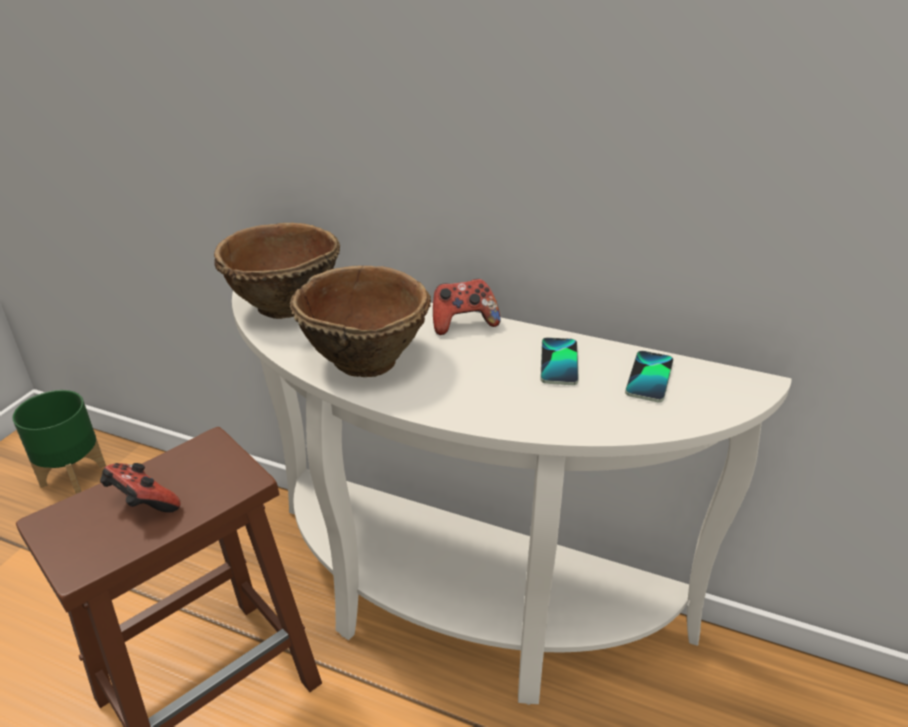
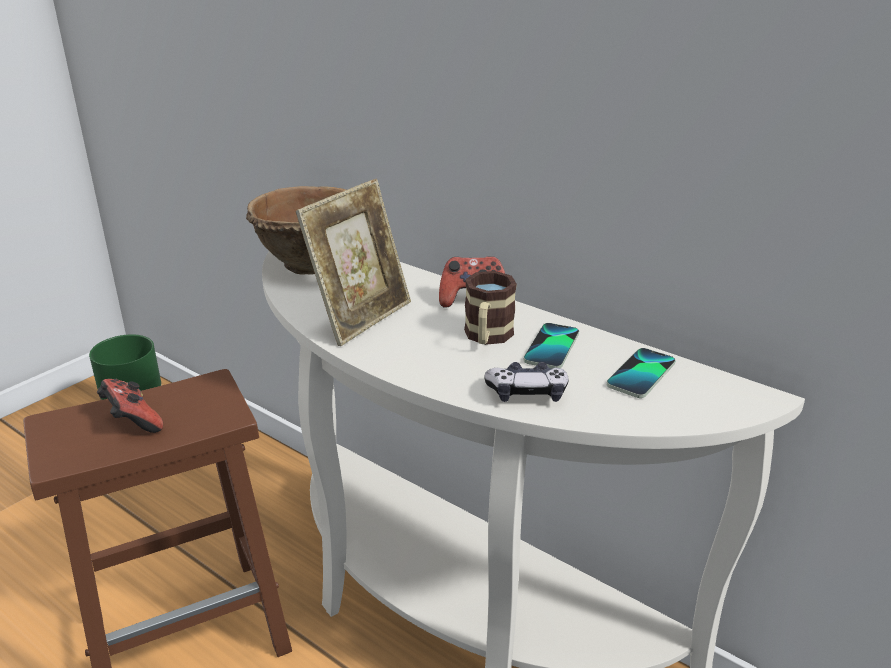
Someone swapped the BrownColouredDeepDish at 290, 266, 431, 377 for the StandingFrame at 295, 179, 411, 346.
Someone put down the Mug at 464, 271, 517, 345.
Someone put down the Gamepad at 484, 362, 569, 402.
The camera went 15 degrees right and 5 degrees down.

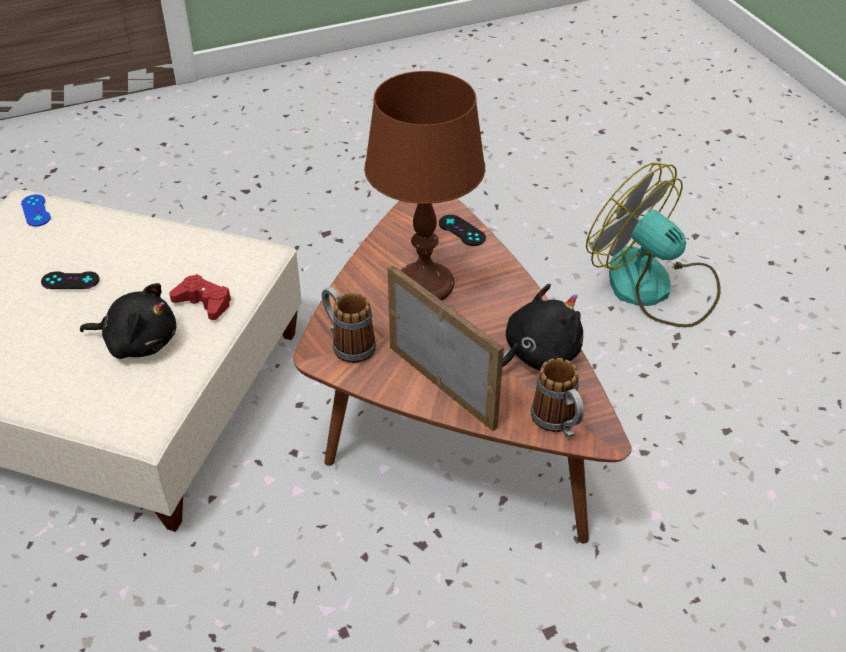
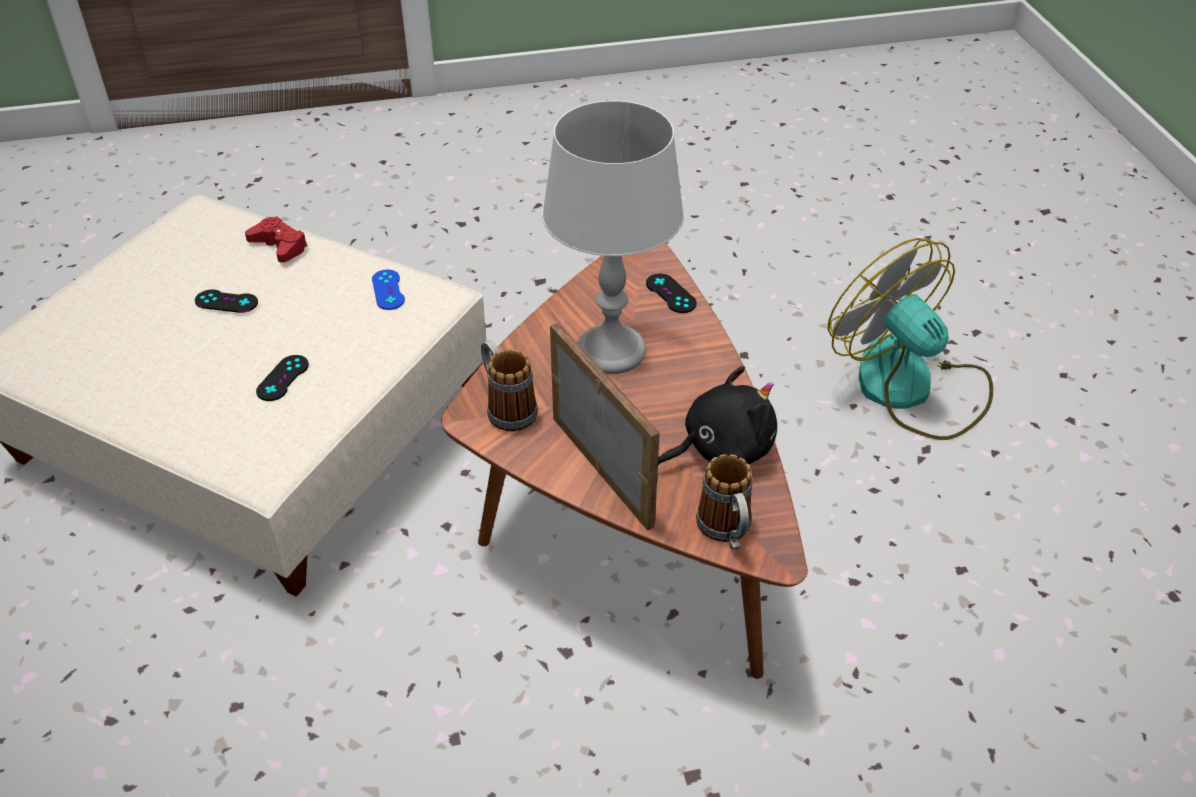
Someone repainted the BrownColouredLampForATable at 364, 71, 485, 301, which became the GreyishLampForATable at 542, 100, 684, 374.
Someone carried the BlueColouredGamepad from 21, 195, 51, 227 to 372, 269, 405, 310.
Someone carried the RedGamepad from 169, 274, 231, 320 to 245, 216, 308, 263.
Someone swapped the BlackColouredPlushToy at 80, 283, 176, 359 for the BlackColouredGamepad at 256, 355, 309, 401.
The camera went 10 degrees right and 0 degrees up.

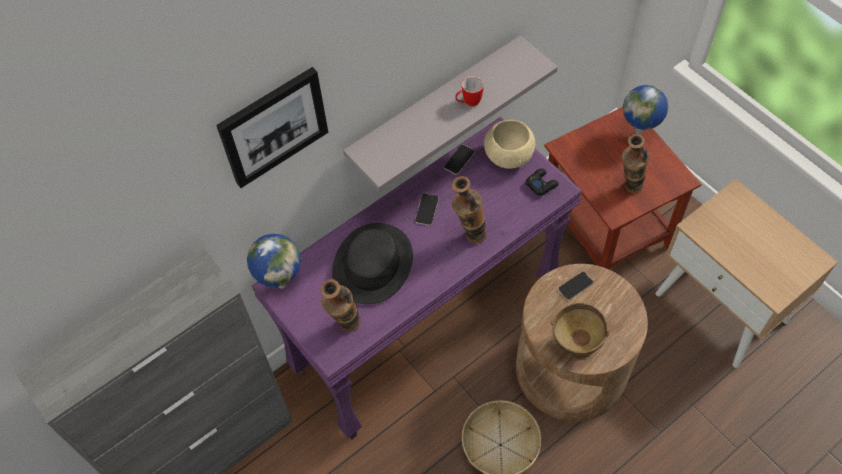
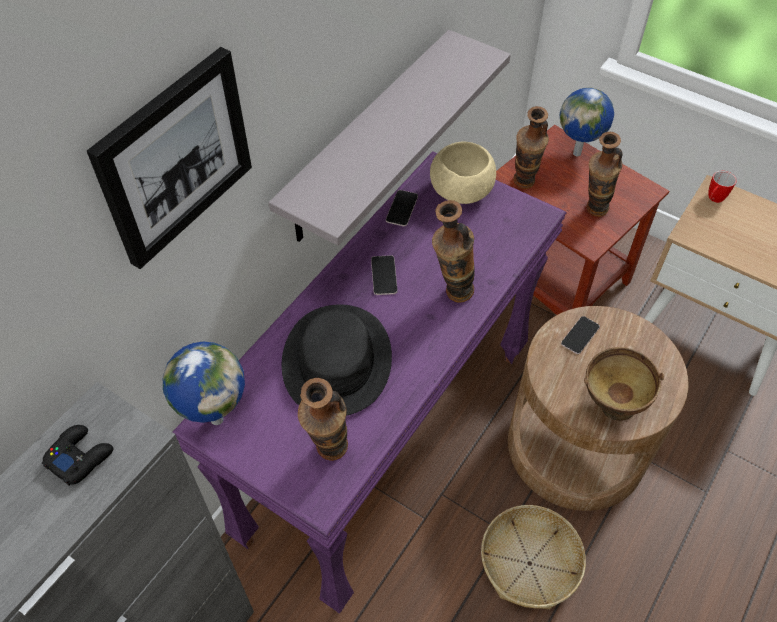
Someone carried the Mug from 455, 76, 484, 106 to 708, 171, 737, 203.
Someone carried the BlackColouredGamepad from 526, 168, 559, 196 to 42, 425, 113, 485.
Someone put down the DecorativeVase at 513, 106, 549, 189.
The camera went 20 degrees left and 5 degrees down.

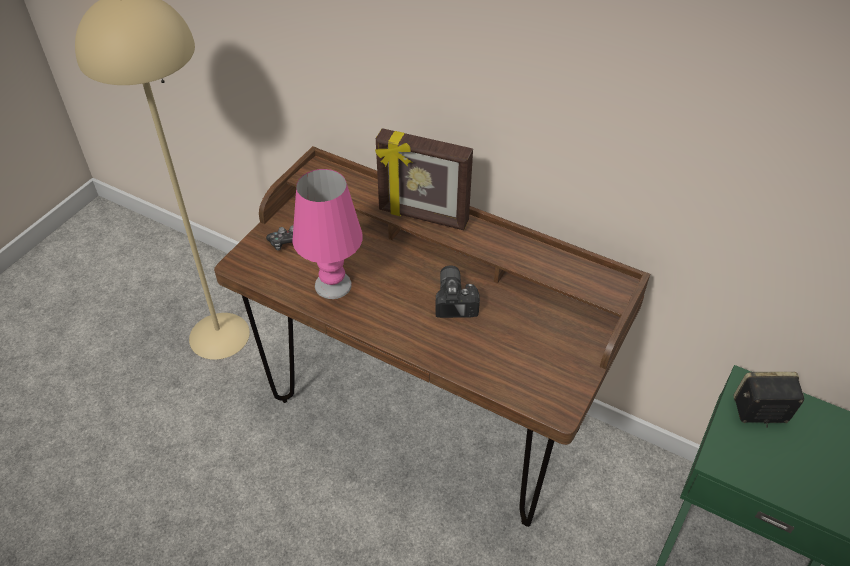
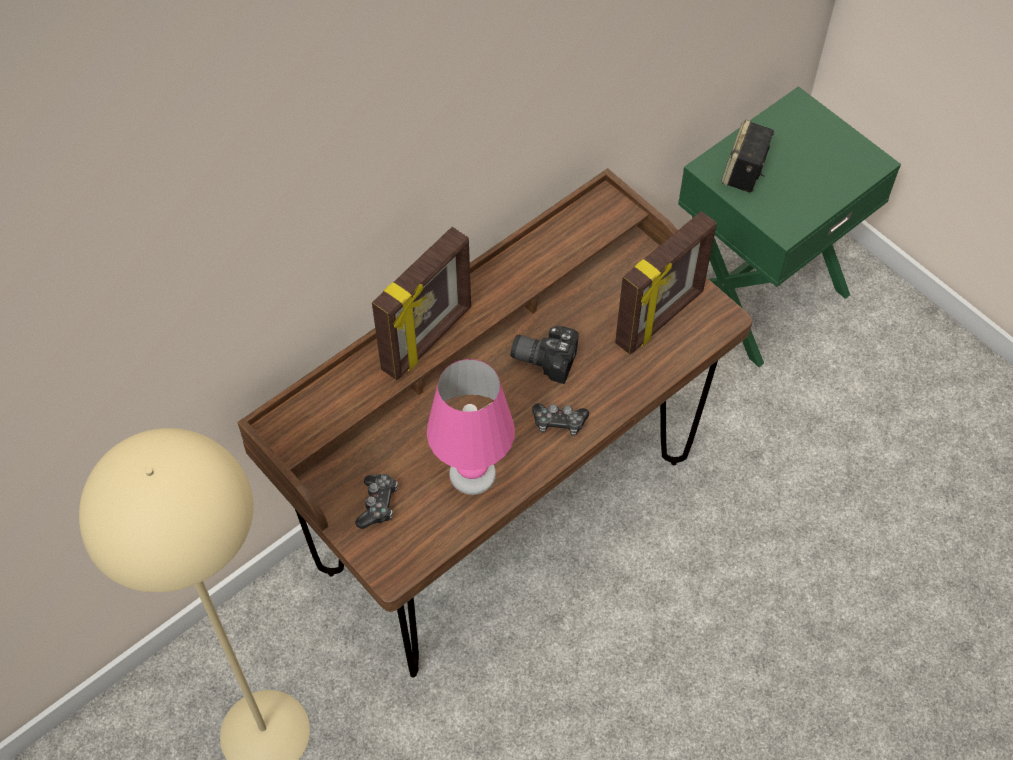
Someone put down the StandingFrame at 615, 211, 717, 354.
Someone put down the Gamepad at 532, 403, 589, 436.
The camera went 70 degrees left and 10 degrees up.

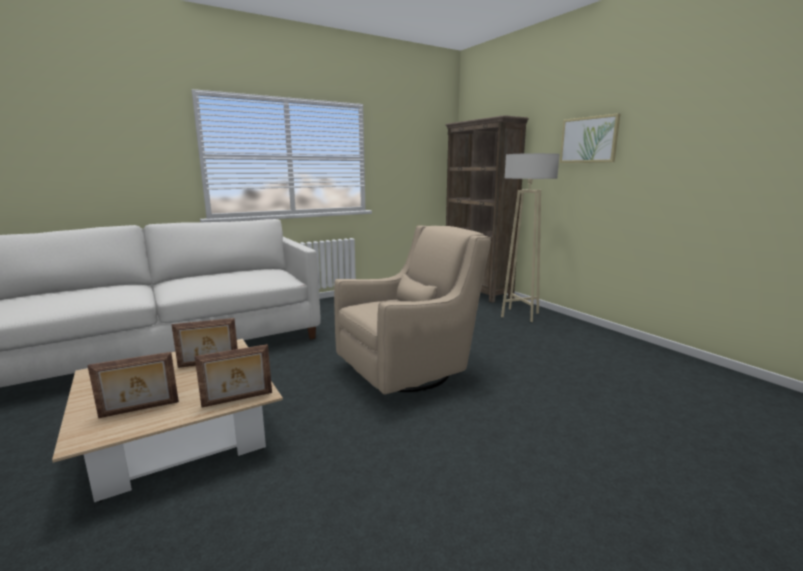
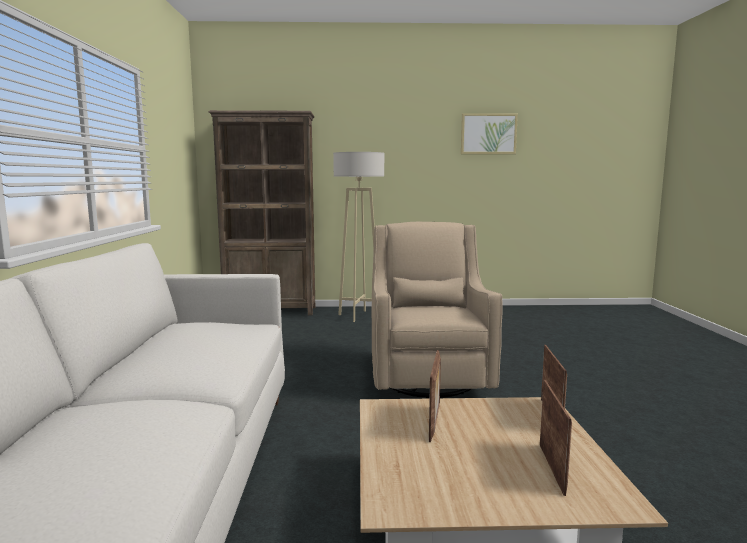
Someone carried the Picture from 560, 113, 621, 163 to 461, 113, 518, 154.
The camera went 60 degrees left and 5 degrees down.

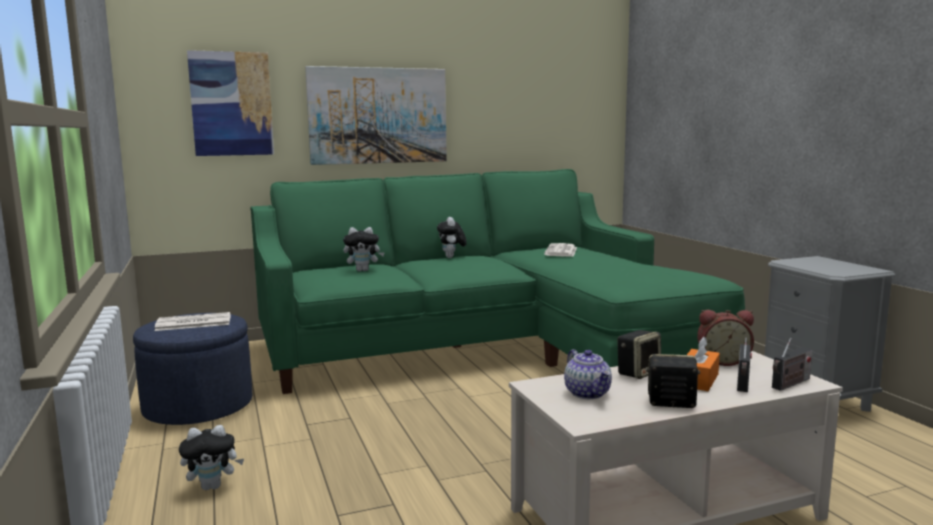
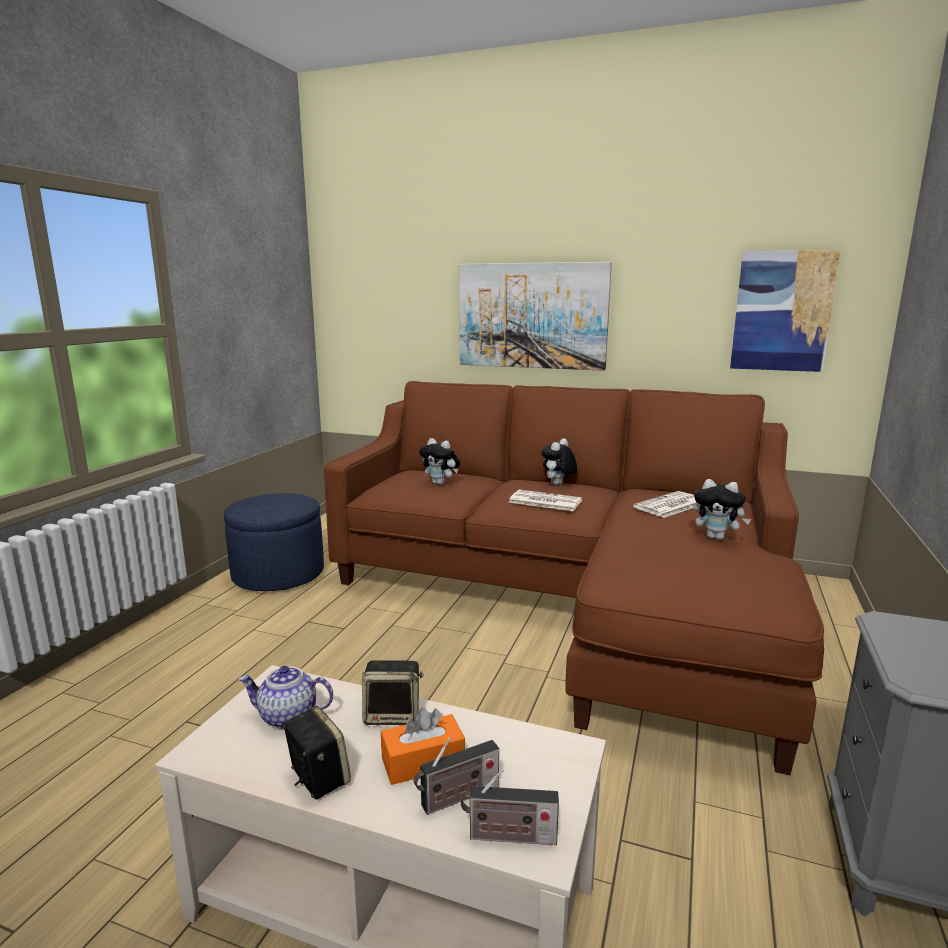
Someone carried the Picture from 187, 50, 274, 156 to 730, 250, 841, 372.
Someone repainted the GreenCouch at 250, 169, 745, 394, which became the BrownColouredCouch at 324, 381, 824, 775.
Someone took away the TableClock at 697, 310, 754, 366.
Someone carried the PrintedPaper from 155, 312, 231, 331 to 509, 489, 582, 511.
Someone rotated the PotForTea at 564, 349, 612, 399 by 75 degrees clockwise.
Someone carried the PlushToy from 179, 425, 244, 490 to 693, 479, 751, 540.
The camera went 40 degrees right and 5 degrees up.

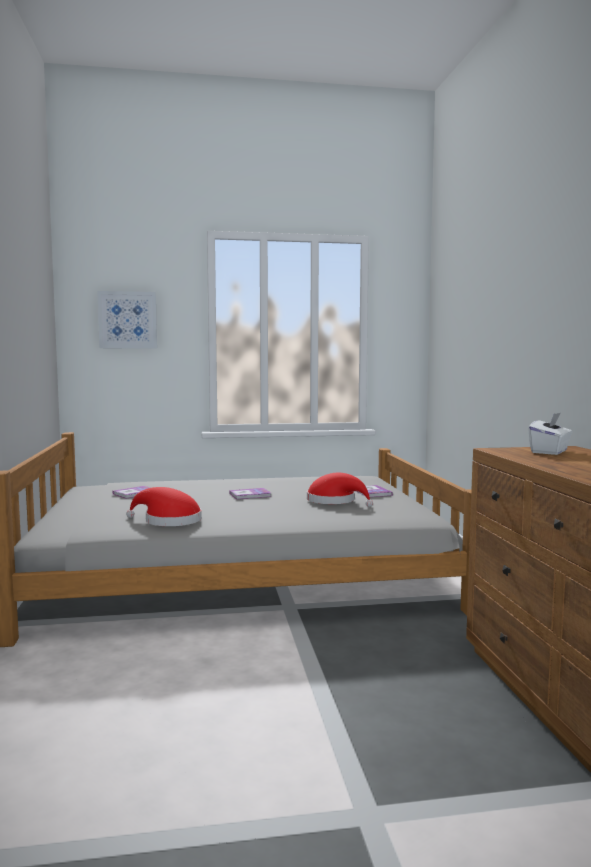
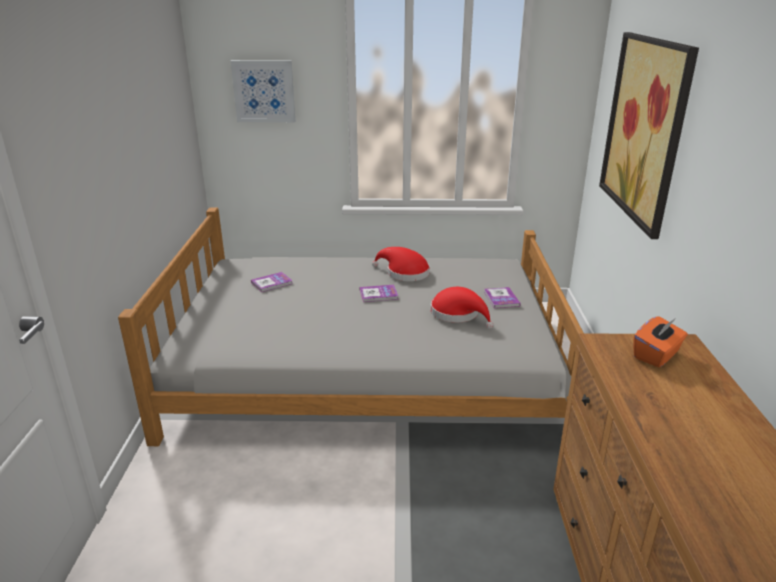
Someone repainted the WhitishTissueHolder at 528, 413, 572, 455, which became the OrangeTissueHolder at 633, 316, 688, 367.
Someone carried the RedHat from 126, 487, 202, 526 to 372, 247, 430, 281.
Someone put up the Picture at 599, 32, 699, 239.
The camera went 10 degrees right and 20 degrees up.

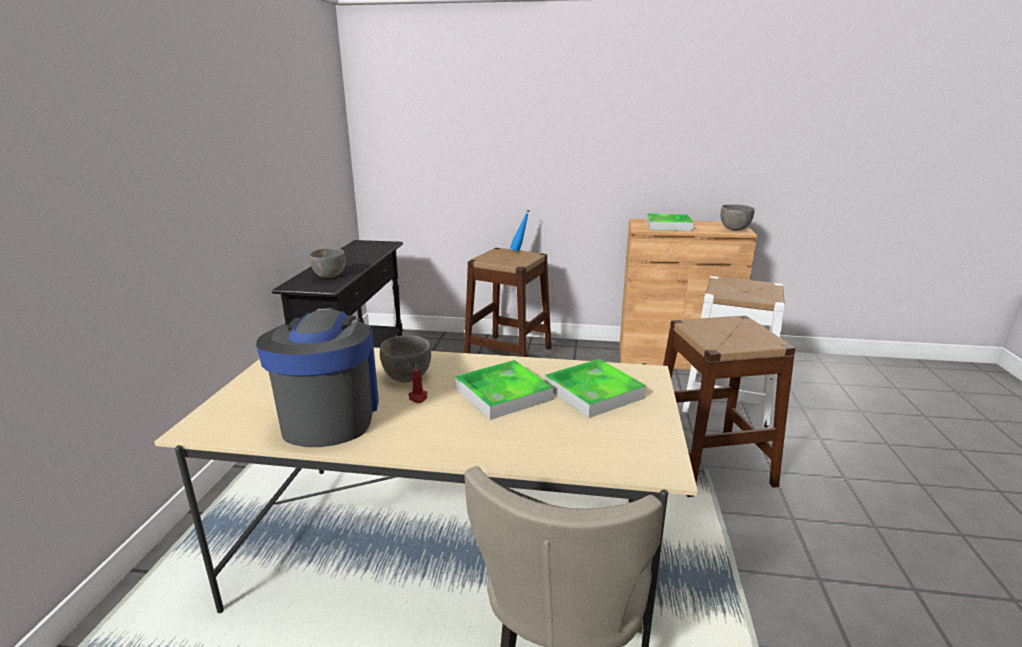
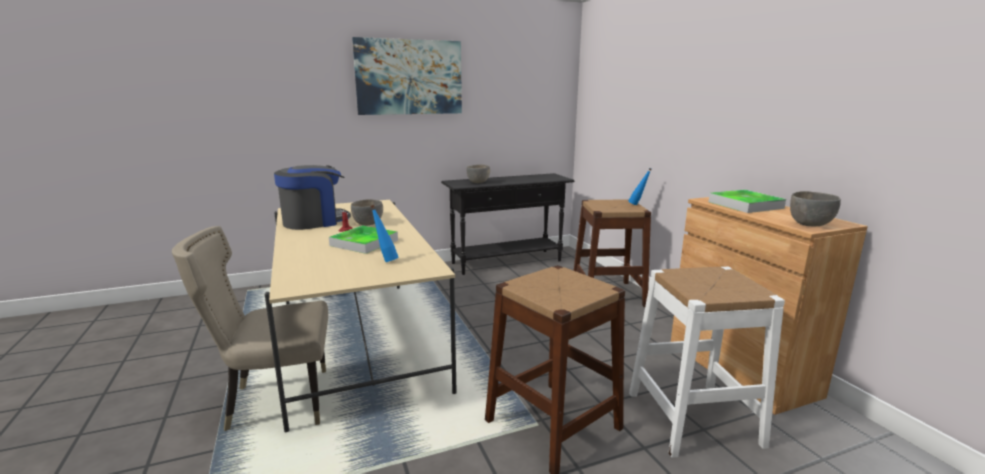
Someone swapped the CarryingTray at 545, 359, 646, 418 for the BlueColouredBottle at 370, 205, 399, 262.
Someone put up the Picture at 352, 37, 462, 115.
The camera went 60 degrees right and 5 degrees down.

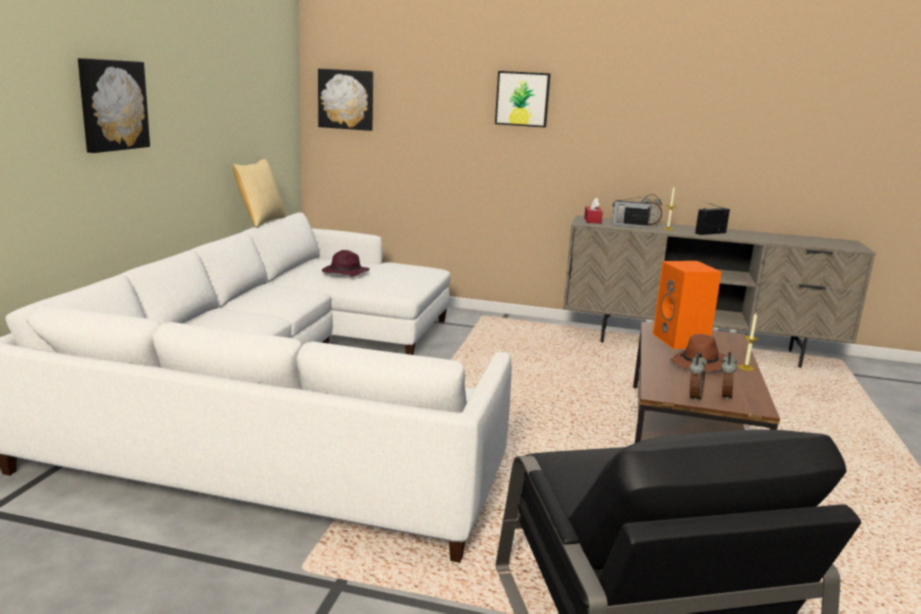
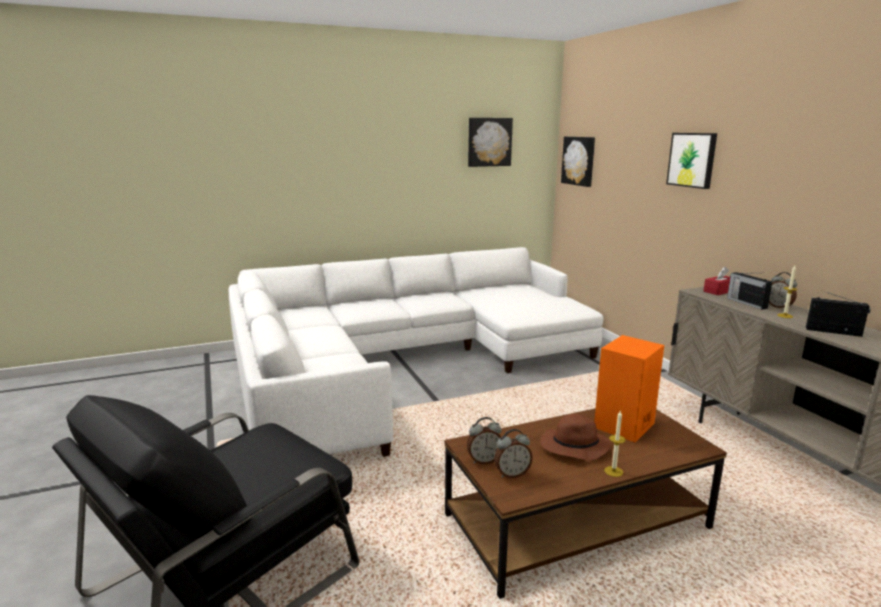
Someone carried the Picture from 78, 58, 150, 153 to 468, 118, 513, 167.
Someone took away the Pillow at 233, 158, 286, 228.
Someone took away the PurpleColouredHat at 322, 250, 370, 277.
The camera went 55 degrees right and 0 degrees up.

